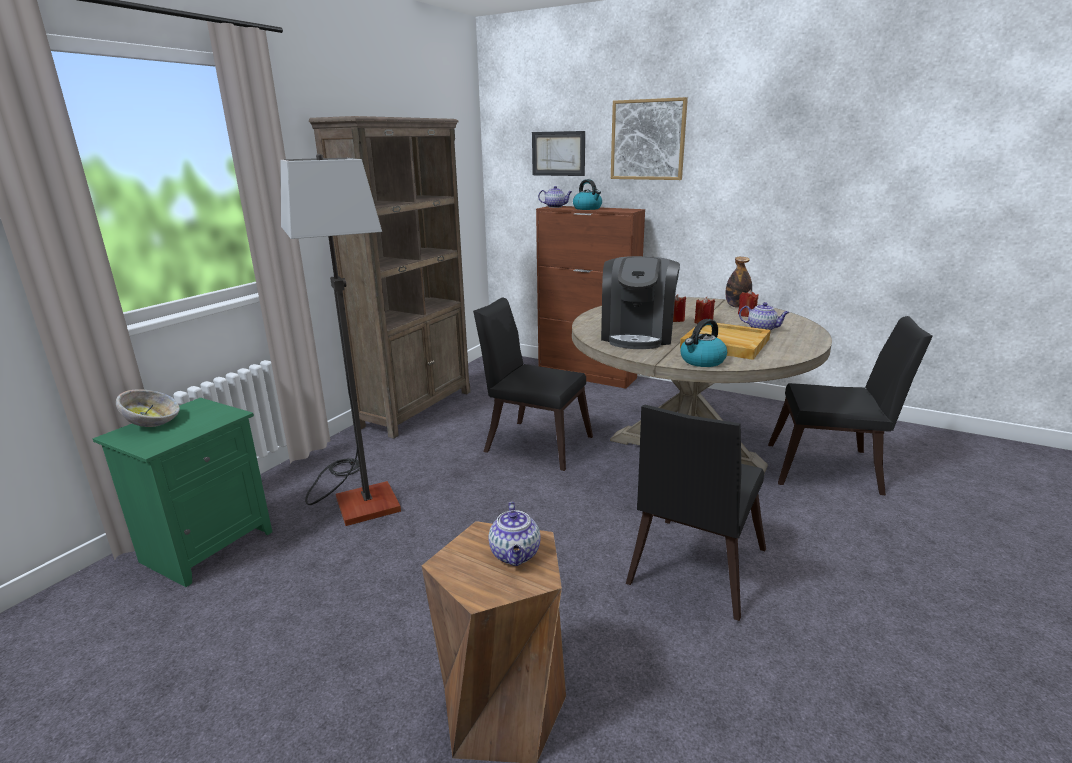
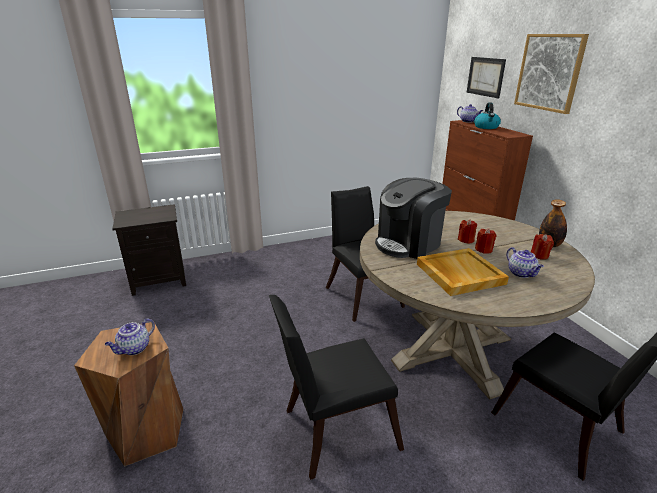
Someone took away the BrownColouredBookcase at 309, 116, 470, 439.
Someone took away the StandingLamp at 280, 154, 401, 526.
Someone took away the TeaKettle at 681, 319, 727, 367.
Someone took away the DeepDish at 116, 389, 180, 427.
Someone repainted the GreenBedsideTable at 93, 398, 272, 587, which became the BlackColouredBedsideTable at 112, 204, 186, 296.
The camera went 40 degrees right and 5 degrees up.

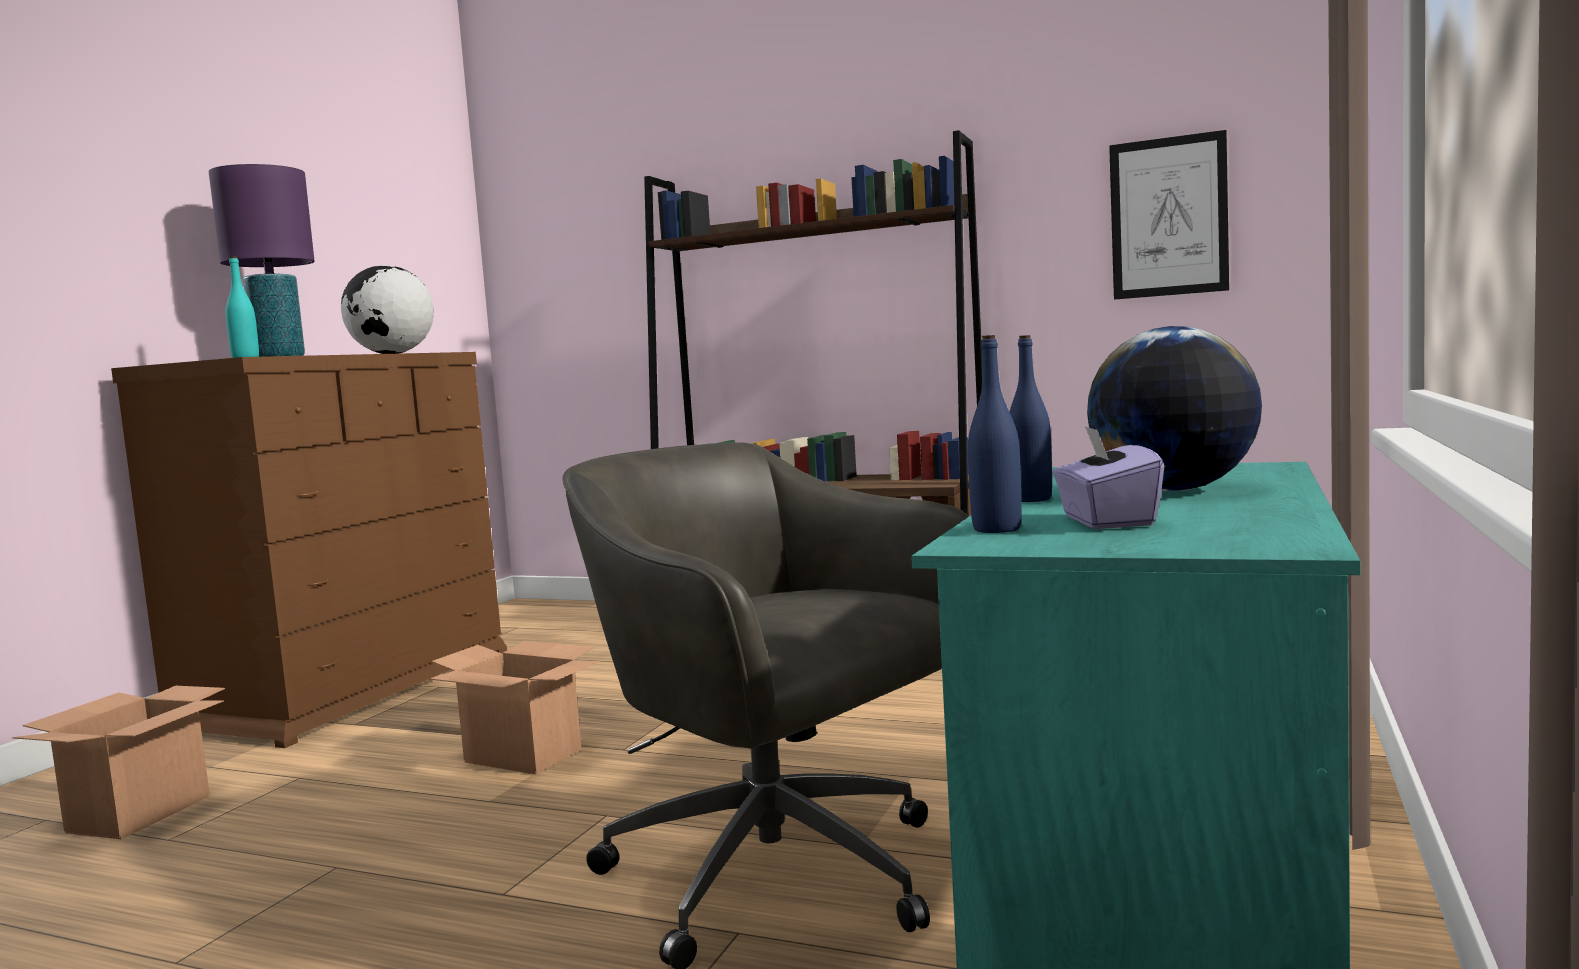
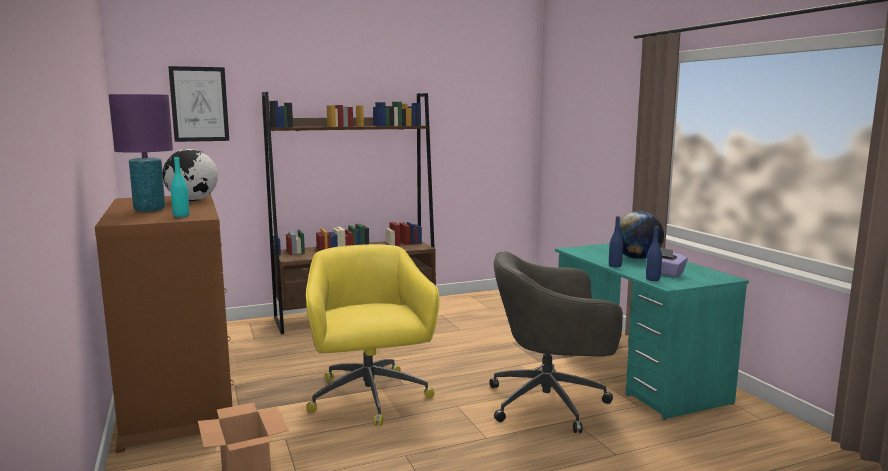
Someone carried the Picture from 1109, 130, 1229, 300 to 168, 66, 229, 142.
Someone swapped the Carton at 429, 641, 599, 774 for the YellowColouredOfficeChair at 306, 244, 439, 426.
The camera went 45 degrees left and 5 degrees up.

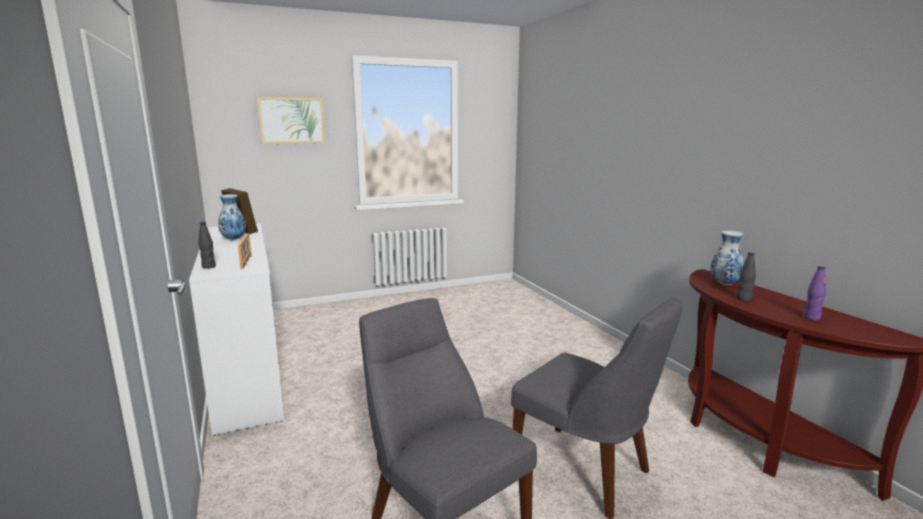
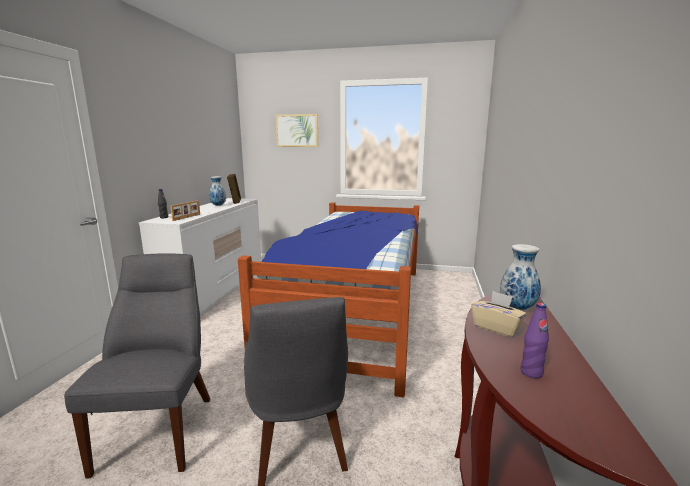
Someone swapped the BlackColouredBottle at 737, 252, 756, 301 for the BeigeColouredTissueHolder at 471, 291, 527, 337.
Someone put down the BedroomBed at 238, 202, 419, 397.
The camera went 35 degrees right and 0 degrees up.

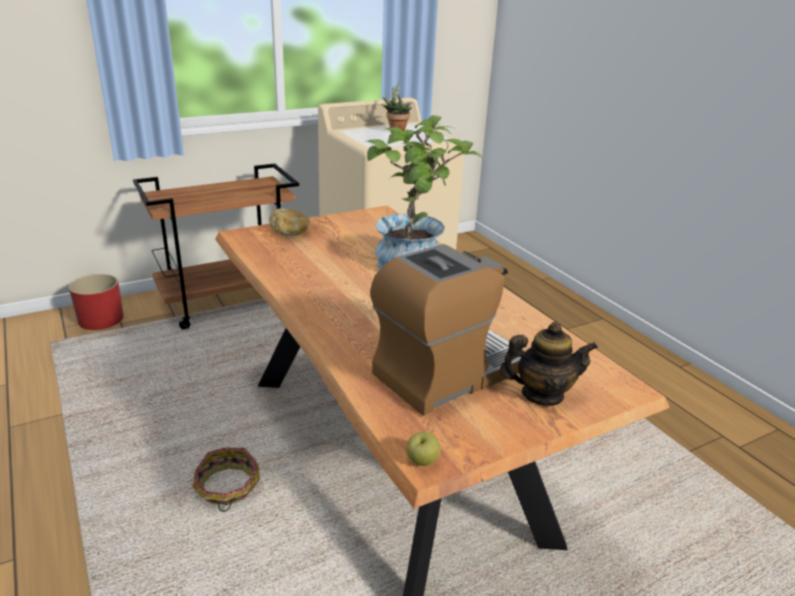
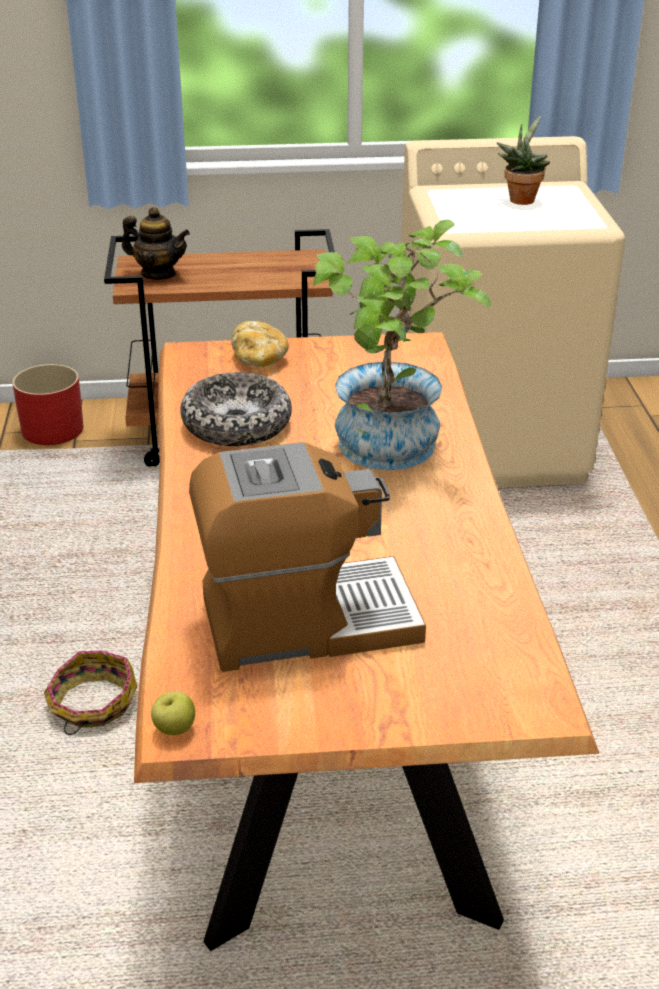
Someone carried the PotForTea from 500, 322, 598, 406 to 122, 207, 190, 280.
Someone put down the DeepDish at 180, 372, 292, 446.
The camera went 25 degrees right and 5 degrees up.

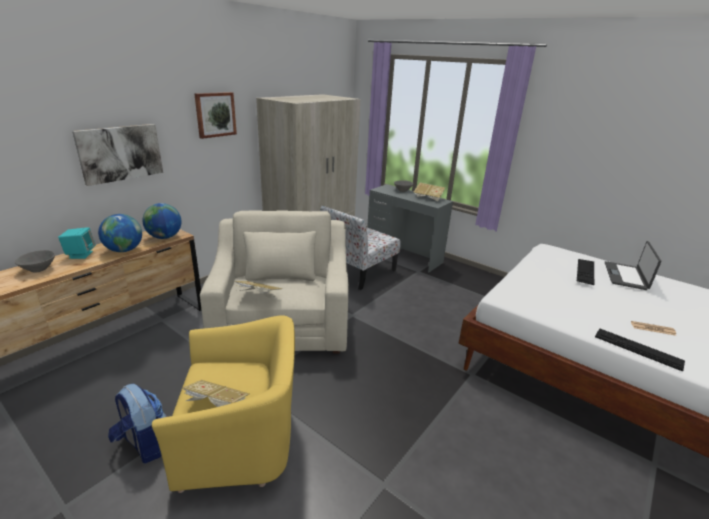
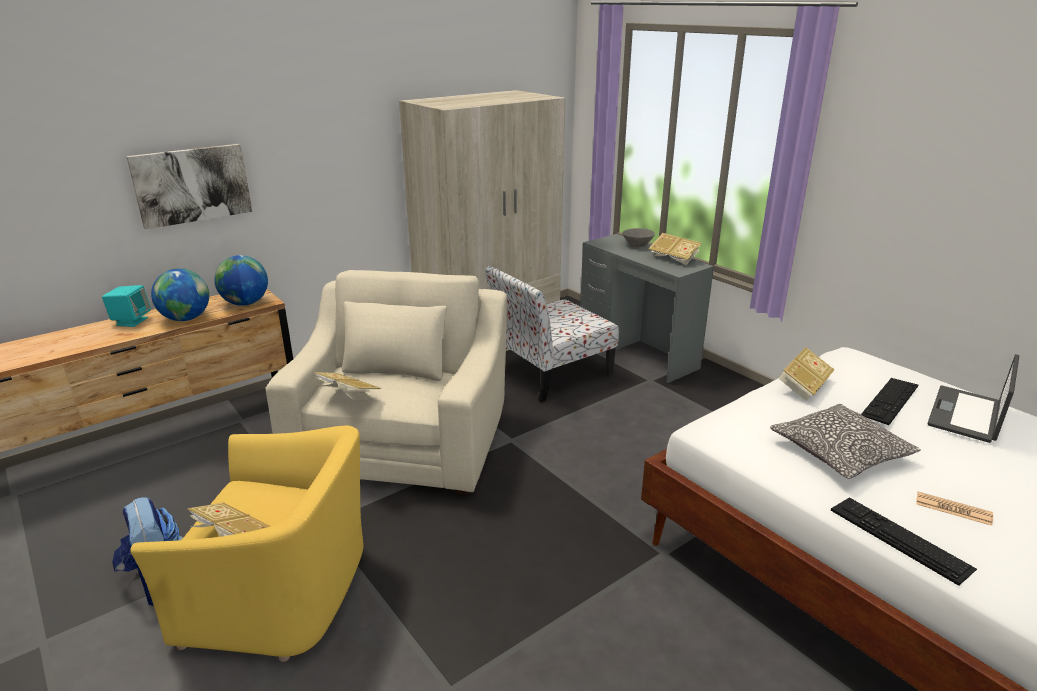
Someone took away the Picture at 194, 92, 237, 139.
Someone took away the GreyishDeepDish at 15, 250, 55, 273.
Someone put down the Book at 778, 347, 835, 401.
Someone put down the Pillow at 770, 404, 921, 479.
The camera went 15 degrees right and 0 degrees up.

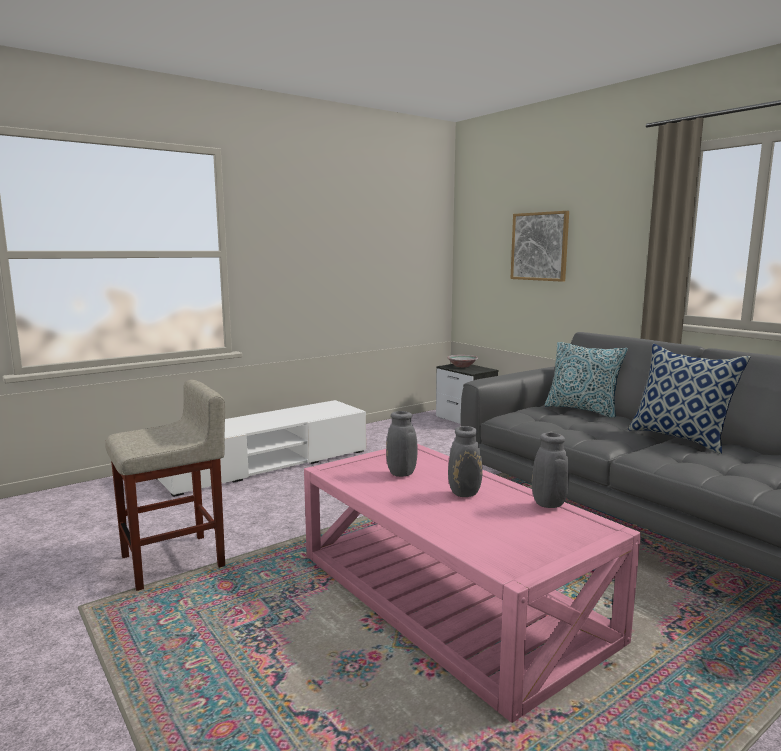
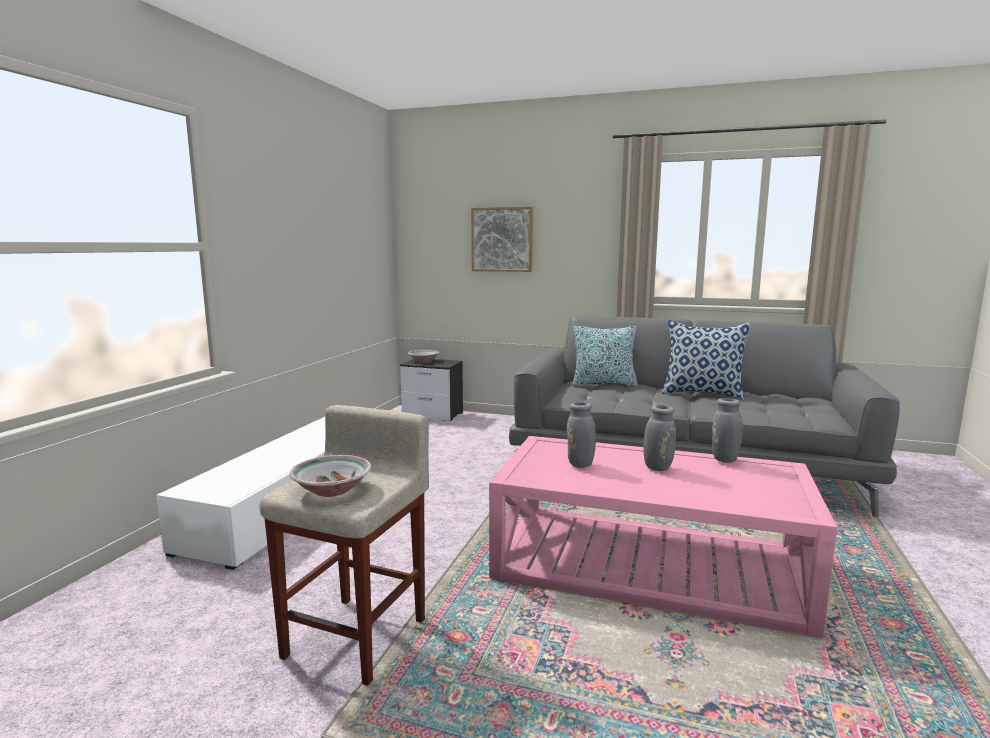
Someone put down the DeepDish at 289, 455, 372, 497.
The camera went 35 degrees left and 0 degrees up.

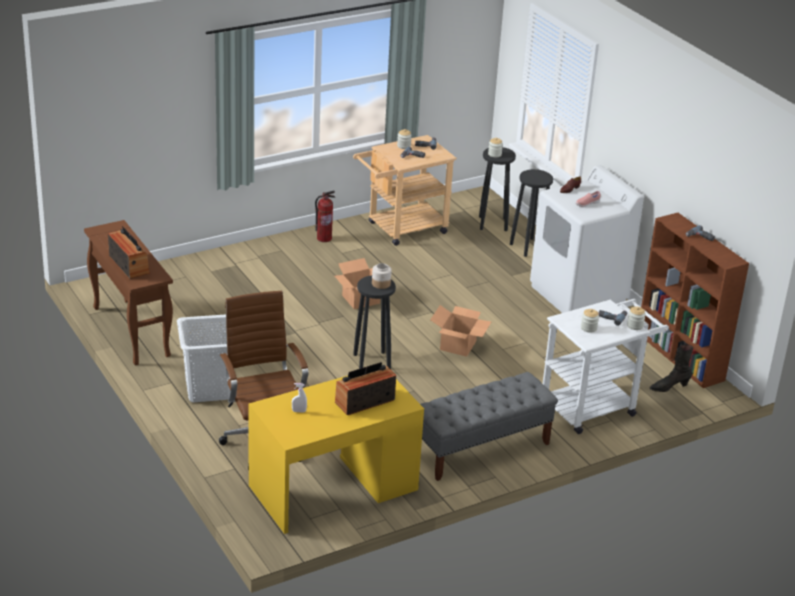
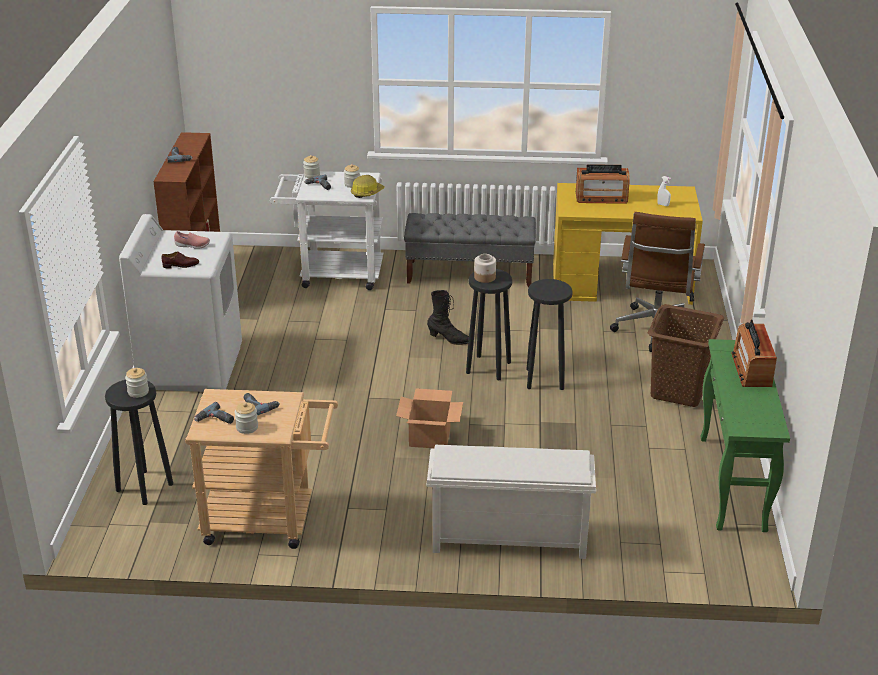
Someone carried the BlackColouredStool from 510, 169, 553, 257 to 526, 279, 573, 390.
Someone took away the FireFightingCylinder at 315, 190, 335, 242.
Someone repainted the BrownColouredHallTable at 84, 220, 173, 365, which became the GreenHallTable at 700, 339, 790, 532.
Someone took away the Carton at 430, 305, 491, 357.
Someone repainted the WhitishHamper at 177, 314, 231, 402, which became the BrownColouredHamper at 648, 304, 724, 407.
Someone carried the BlackColouredHighTopBoot from 650, 344, 693, 392 to 427, 290, 469, 345.
Someone put down the HardHat at 351, 175, 384, 198.
Someone put down the WhitishShoeStand at 427, 445, 596, 559.
The camera went 145 degrees left and 0 degrees up.

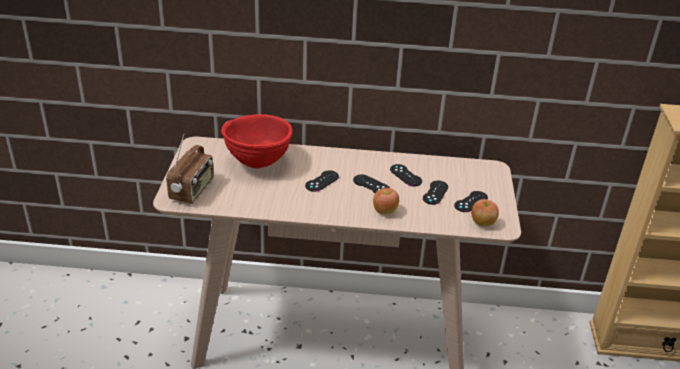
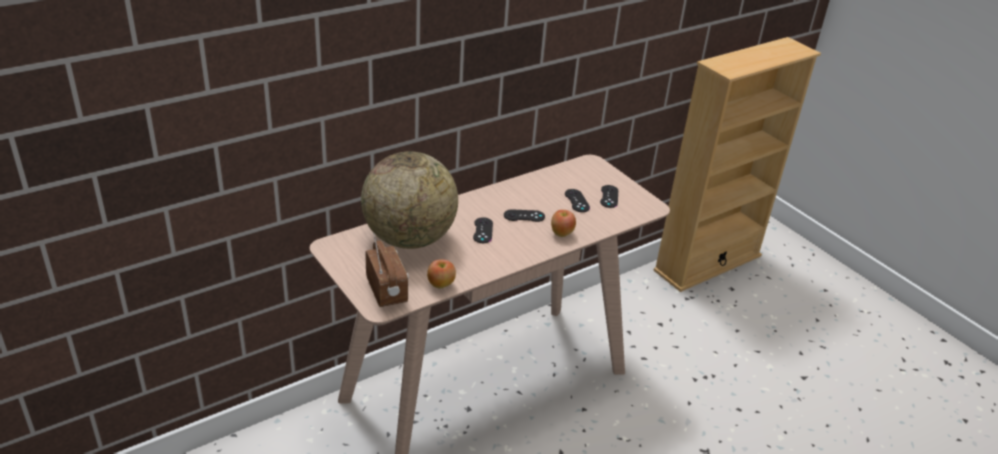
Someone swapped the RedDeepDish at 221, 114, 293, 169 for the DeskGlobe at 361, 151, 458, 249.
Someone took away the BlackColouredGamepad at 390, 164, 422, 186.
Someone carried the WholeApple from 471, 199, 499, 226 to 427, 259, 456, 288.
The camera went 40 degrees left and 0 degrees up.

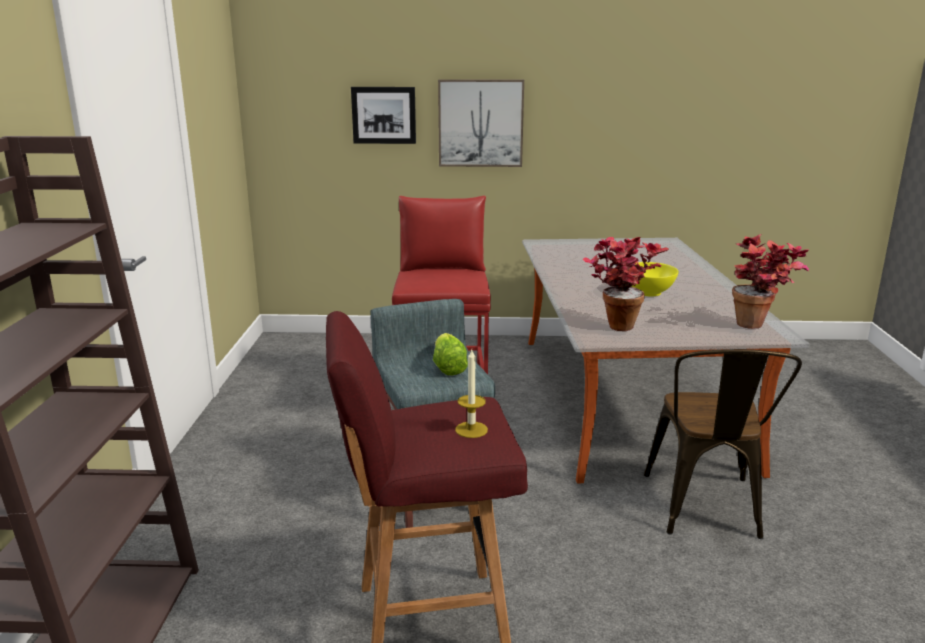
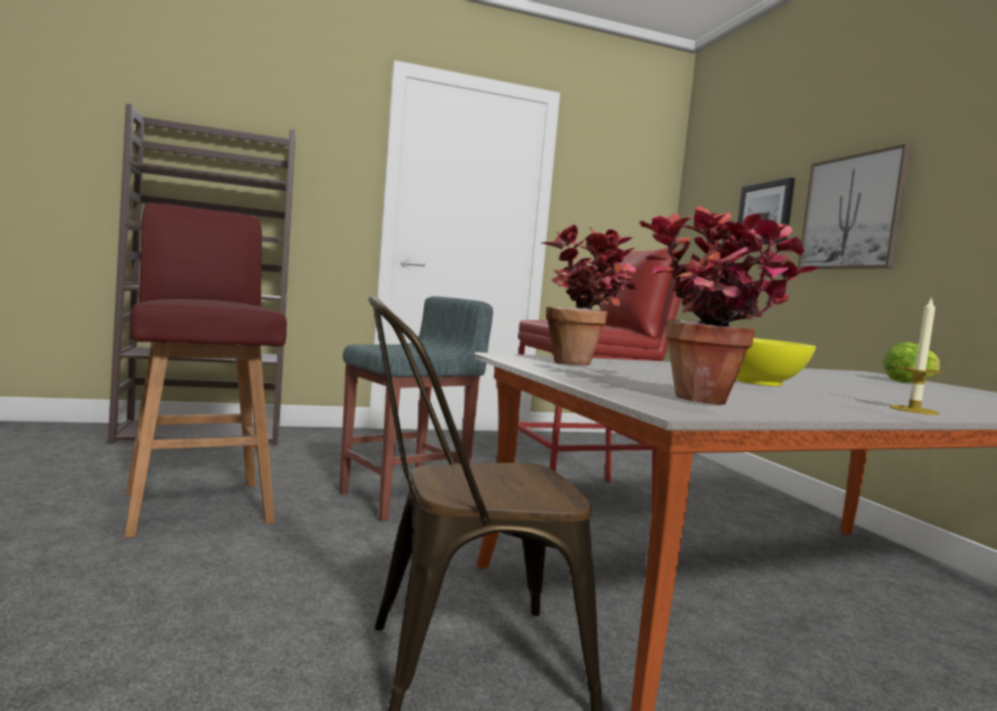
Someone carried the LettuceHead from 433, 333, 468, 375 to 882, 342, 940, 383.
Someone carried the WaxCandle from 455, 350, 488, 438 to 890, 296, 942, 415.
The camera went 70 degrees right and 15 degrees down.

